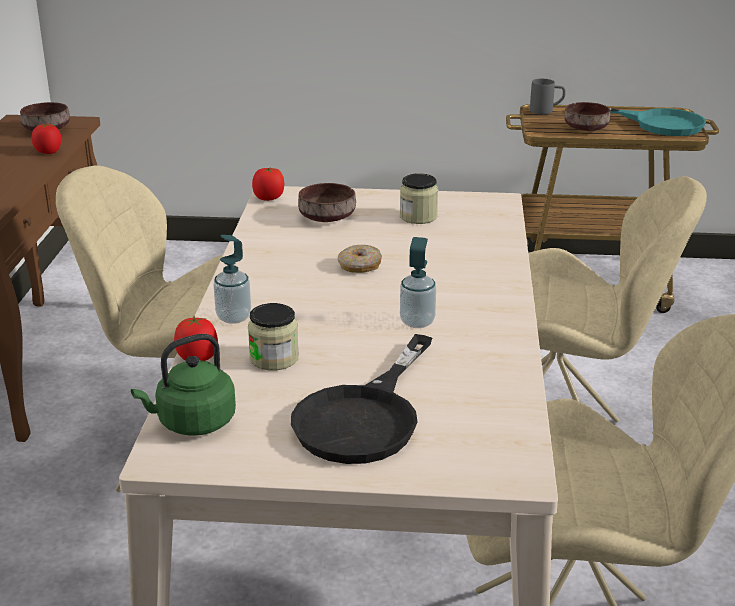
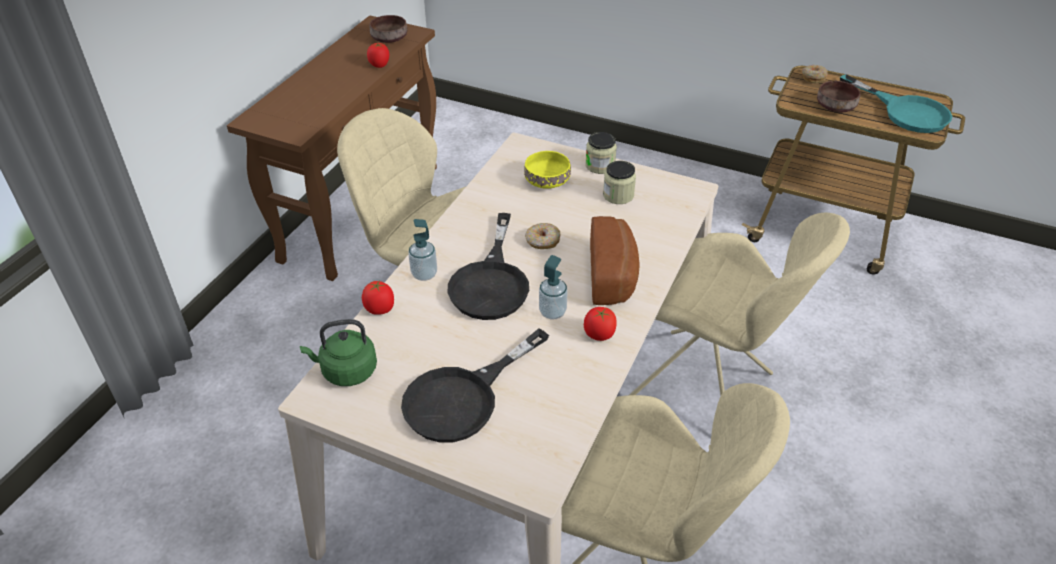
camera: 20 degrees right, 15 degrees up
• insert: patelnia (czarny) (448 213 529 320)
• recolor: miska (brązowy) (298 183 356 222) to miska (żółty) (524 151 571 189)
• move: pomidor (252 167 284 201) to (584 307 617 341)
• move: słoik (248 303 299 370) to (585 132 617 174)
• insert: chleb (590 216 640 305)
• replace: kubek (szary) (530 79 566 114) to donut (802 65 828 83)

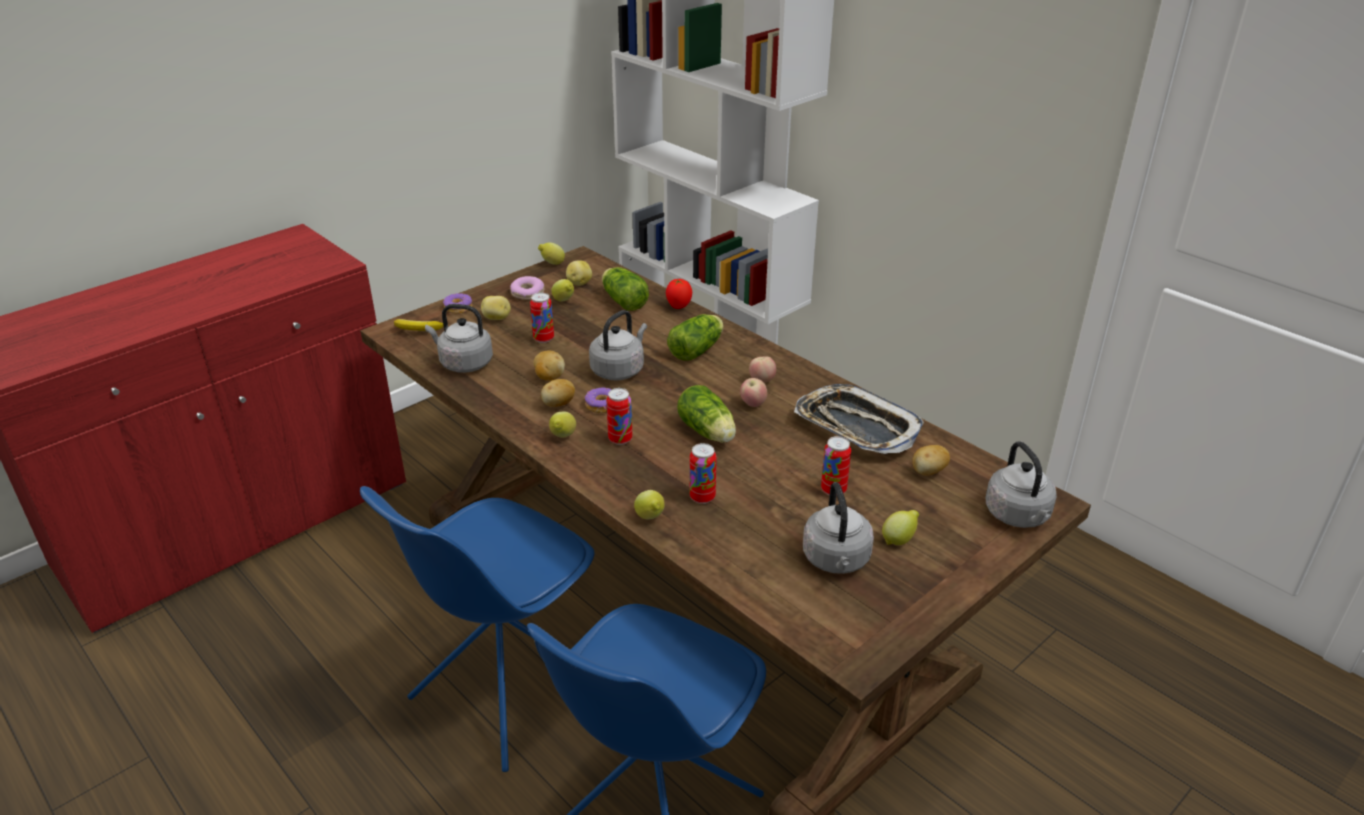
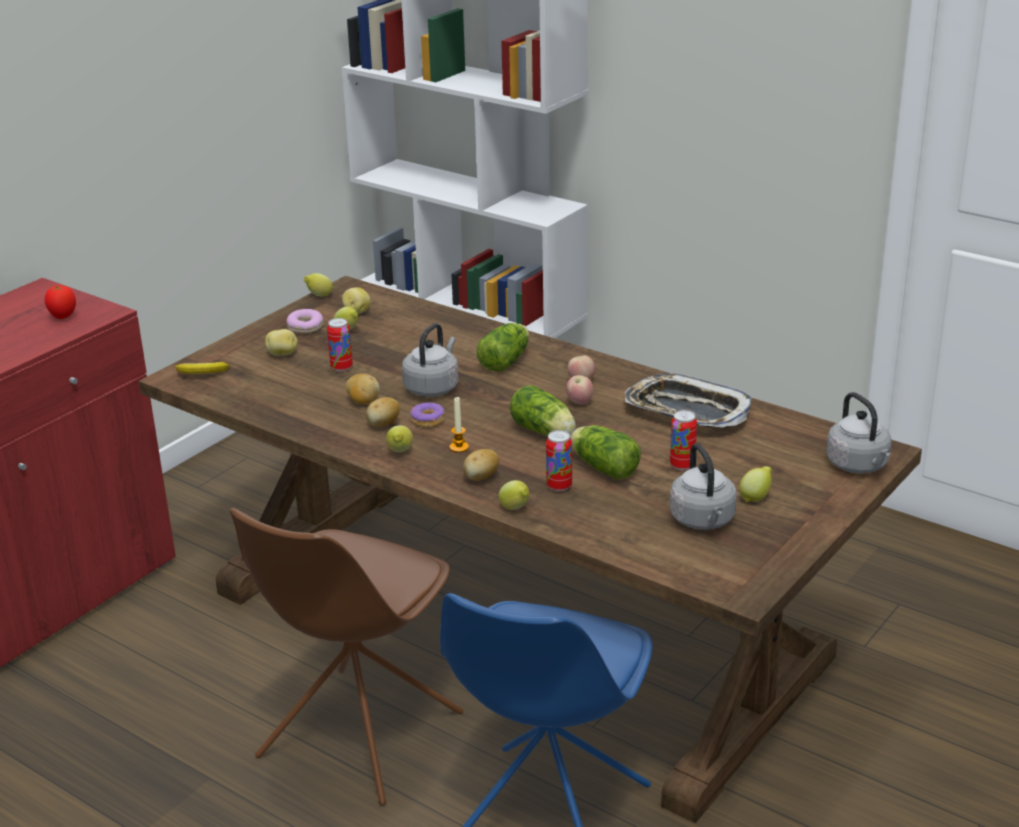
camera: 10 degrees left, 5 degrees down
• move: pomidor (666 279 692 309) to (45 285 76 319)
• recolor: krzesło (niebieski) (360 486 595 772) to krzesło (brązowy) (230 508 463 806)
• replace: puszka (606 388 632 445) to świeca (449 397 469 453)
• move: ziemniak (912 445 950 476) to (463 449 499 481)
• move: sałata (602 267 649 311) to (570 425 641 479)
• delete: czajnik (szary) (425 304 493 373)
• delete: donut (443 293 472 314)

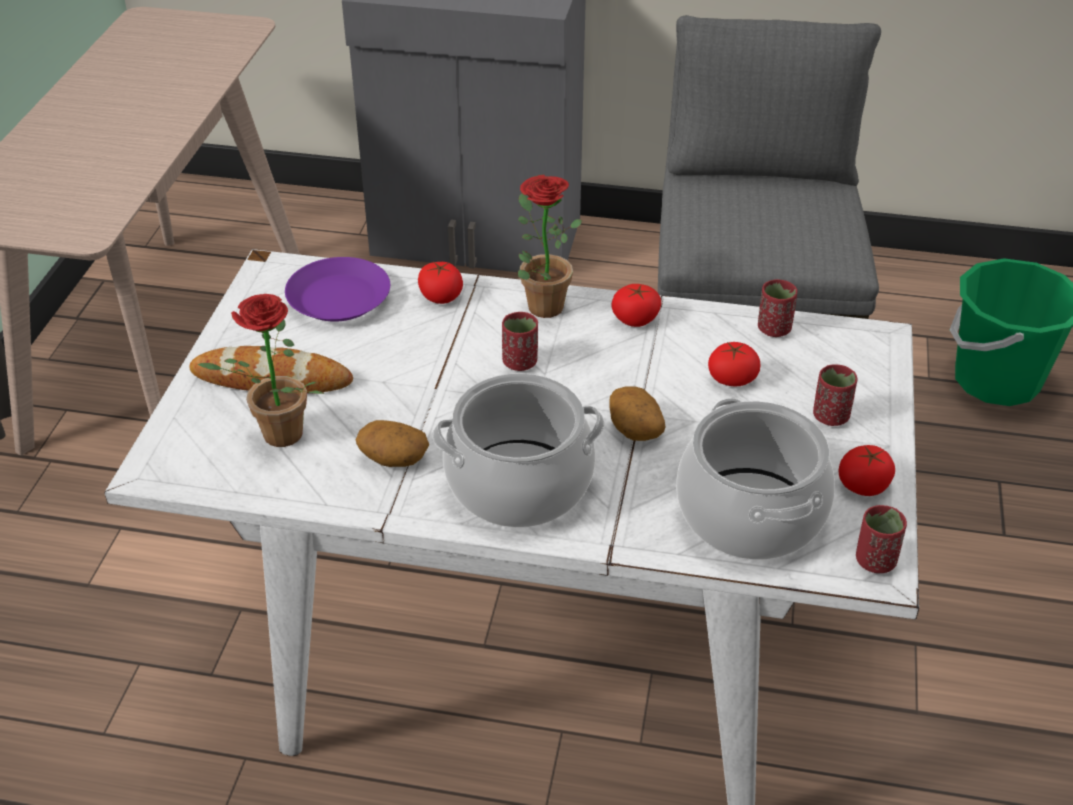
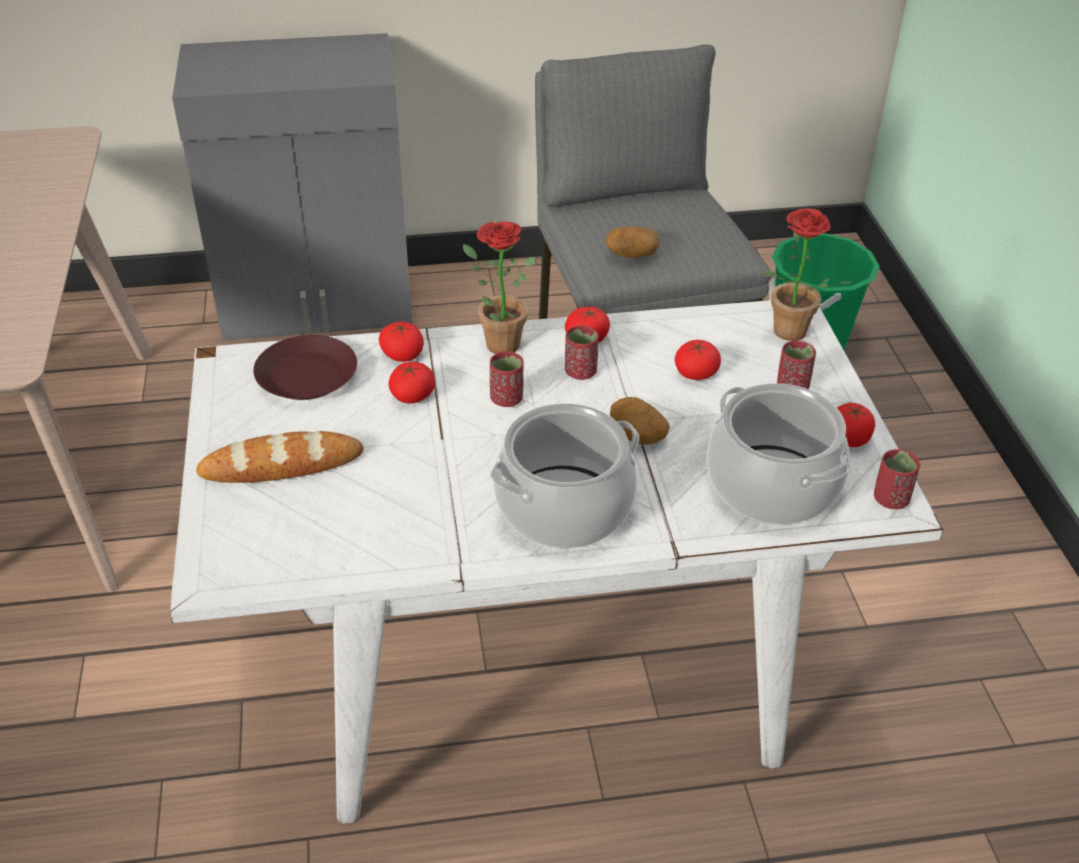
camera: 20 degrees left, 0 degrees up
• recolor: talerz (fioletowy) (285 257 390 322) to talerz (brązowy) (253 335 357 400)
• insert: pomidor (389 362 435 404)
• move: filiżanka (czerwony) (758 279 797 337) to (565 325 599 380)
• move: ziemniak (356 420 429 467) to (606 227 660 258)
• move: roślina doniczkowa (198 294 324 447) to (762 208 852 341)

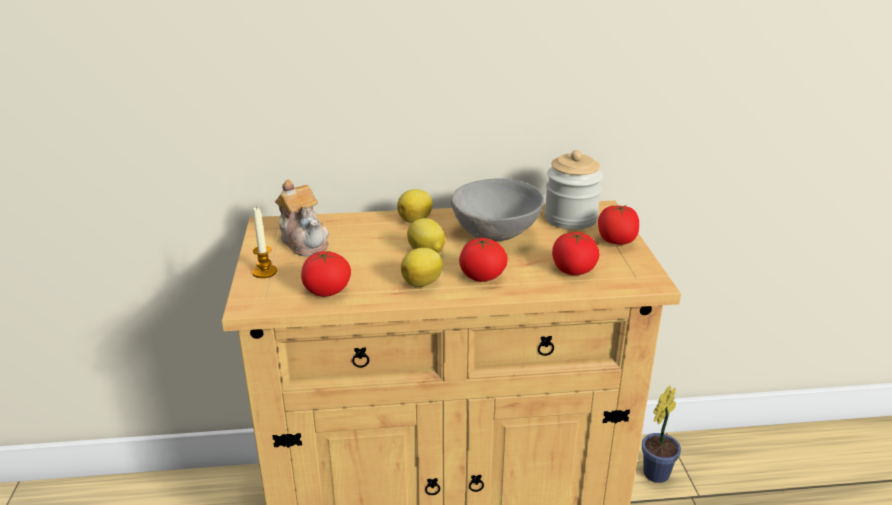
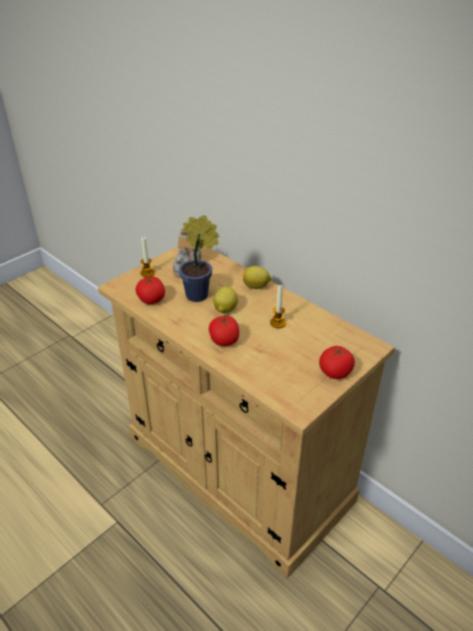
camera: 50 degrees right, 10 degrees up
• move: roślina doniczkowa (642 385 681 483) to (179 215 219 302)
• replace: miska (szary) (451 178 544 242) to świeca (270 284 286 328)
• delete: cytryna (401 248 443 287)
• delete: słoik (544 150 603 230)
• delete: pomidor (552 232 599 275)

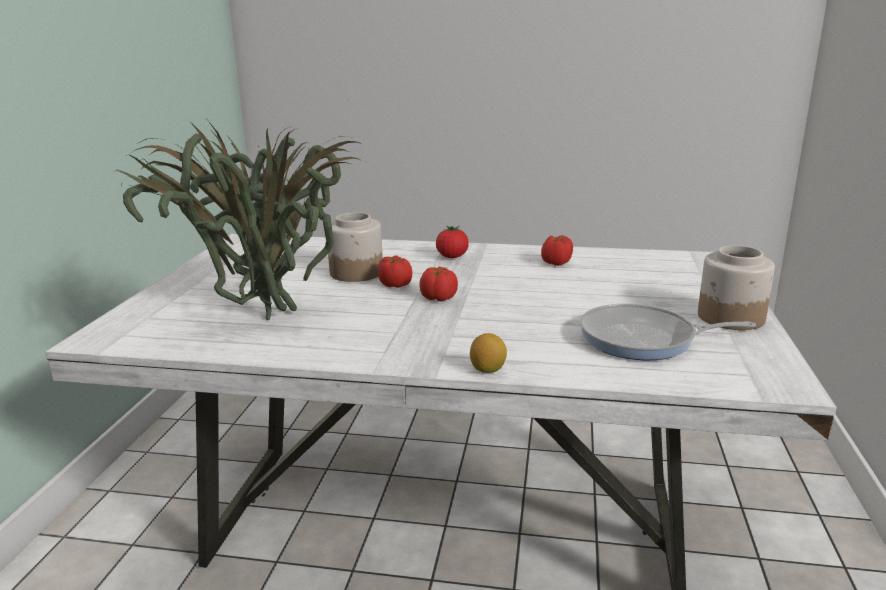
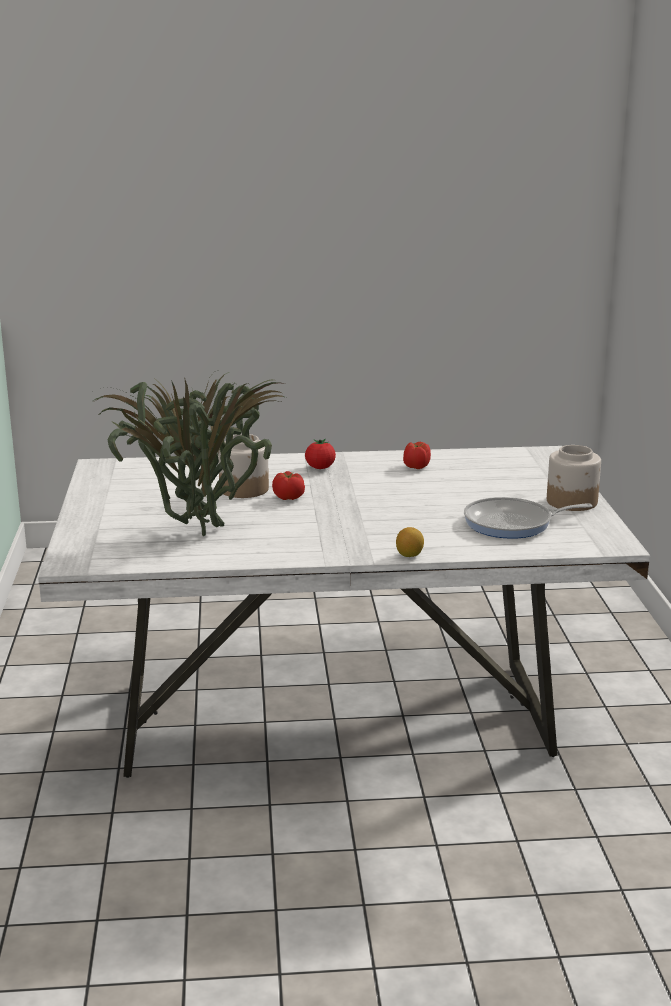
camera: 15 degrees left, 0 degrees up
• delete: pomidor (419 267 458 301)

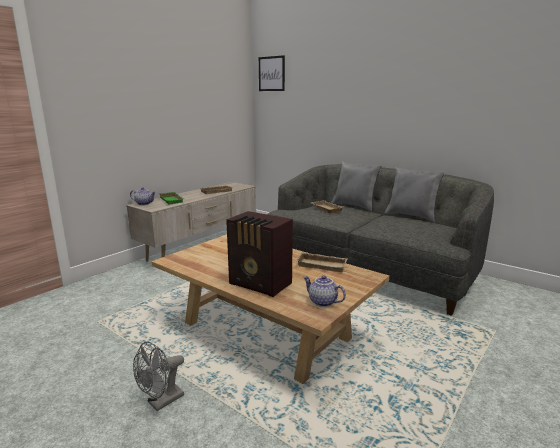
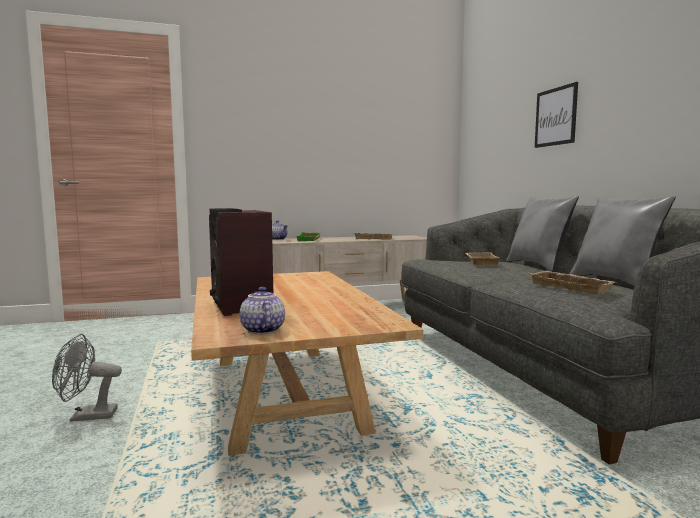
camera: 35 degrees right, 10 degrees down
• move: taca (beżowy) (296 252 347 272) to (531 271 617 294)
• move: obraz (259 55 285 91) to (535 82 578 148)

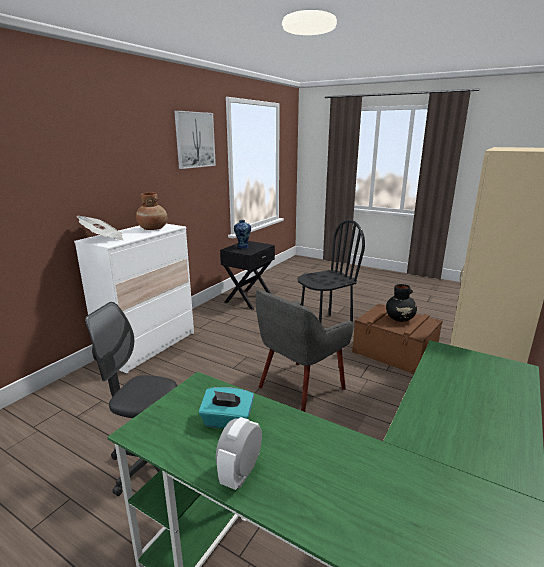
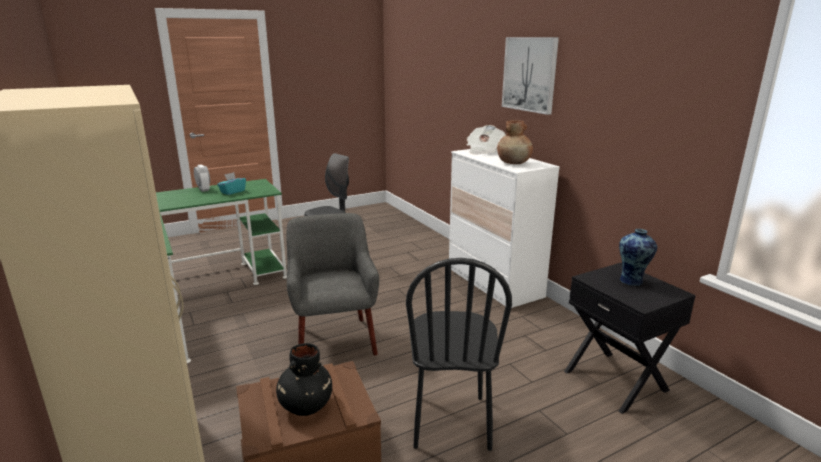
camera: 120 degrees right, 0 degrees up
• move: obraz (174 111 216 169) to (502 37 559 115)

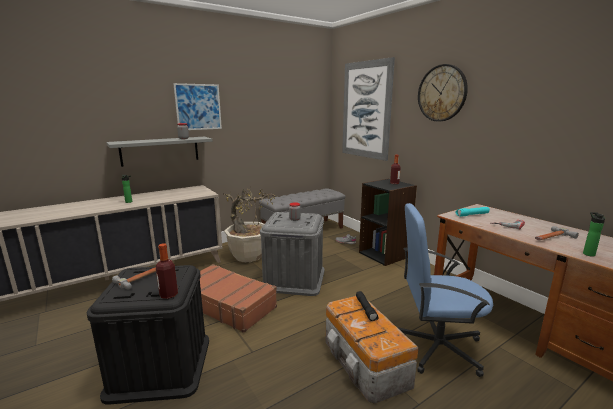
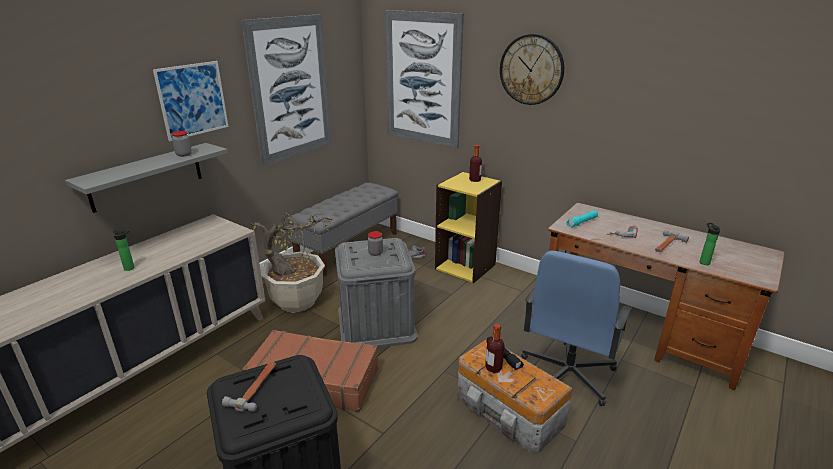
camera: 20 degrees left, 10 degrees up
• insert: obraz (241 14 332 166)
• recolor: regał (czarny) (359 179 417 266) to regał (żółty) (435 171 502 283)
• move: butelka (156 243 178 299) to (485 324 505 373)
• rotate: krzesło biurowe (niebieski) (397 203 493 377) = (521 251 632 406) 45 degrees counterclockwise

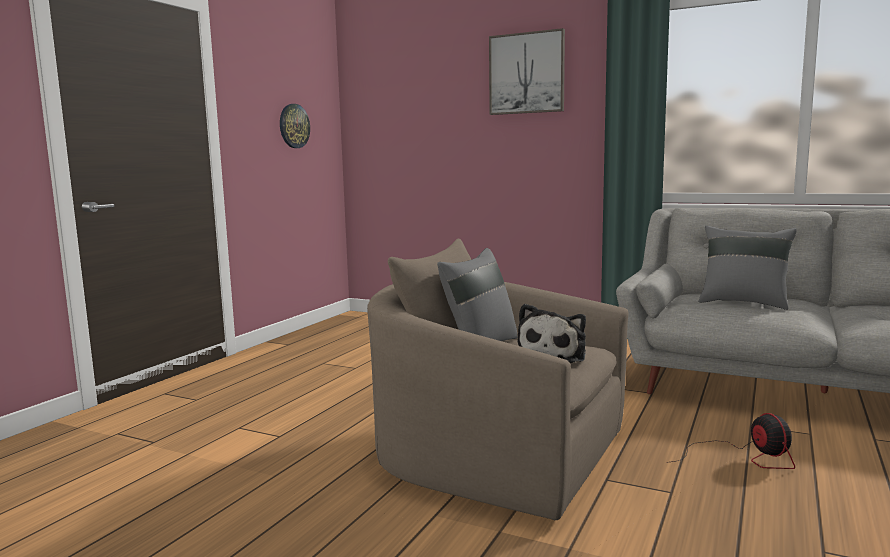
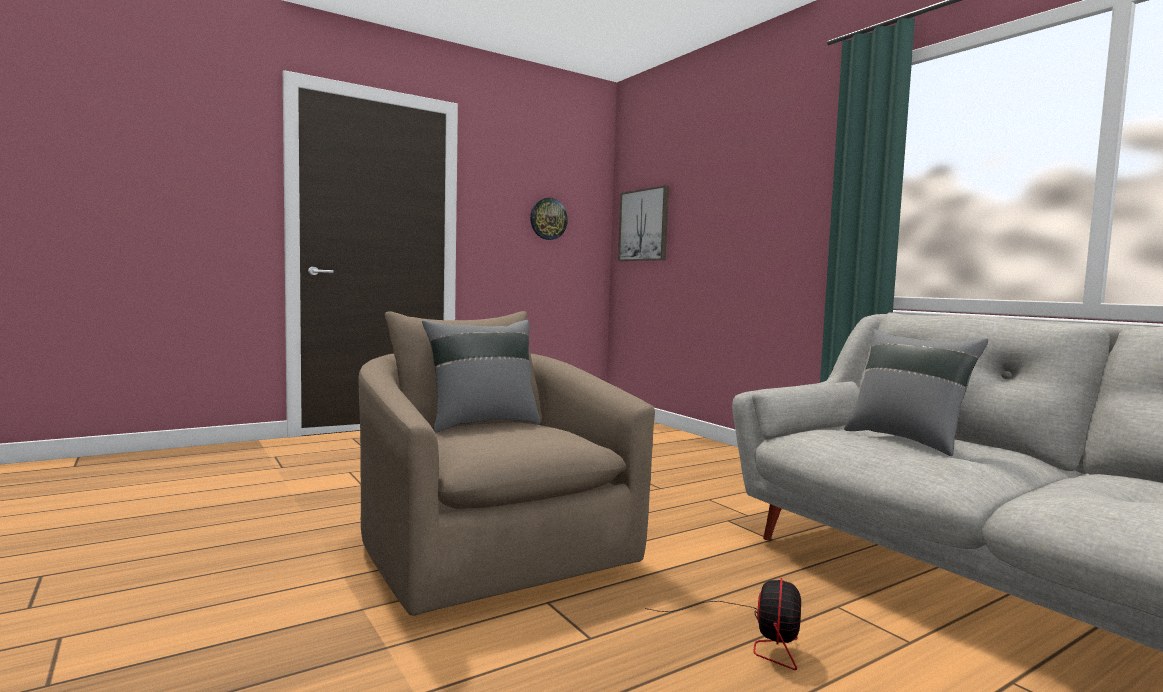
camera: 30 degrees right, 5 degrees down
• move: obraz (489 28 565 115) to (618 185 669 261)
• delete: pluszak (518 304 586 363)

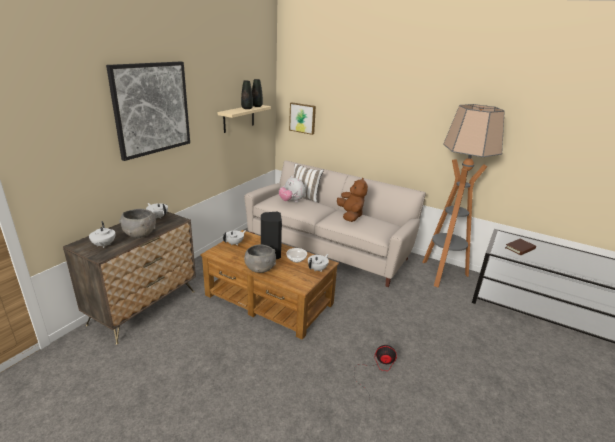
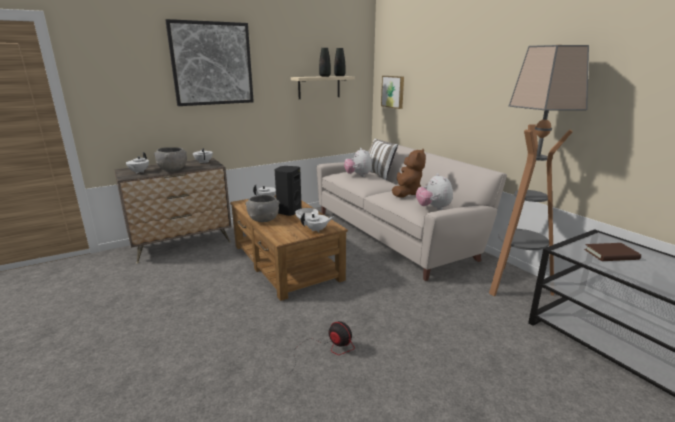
camera: 30 degrees right, 5 degrees down
• insert: pluszak (416 173 453 210)

